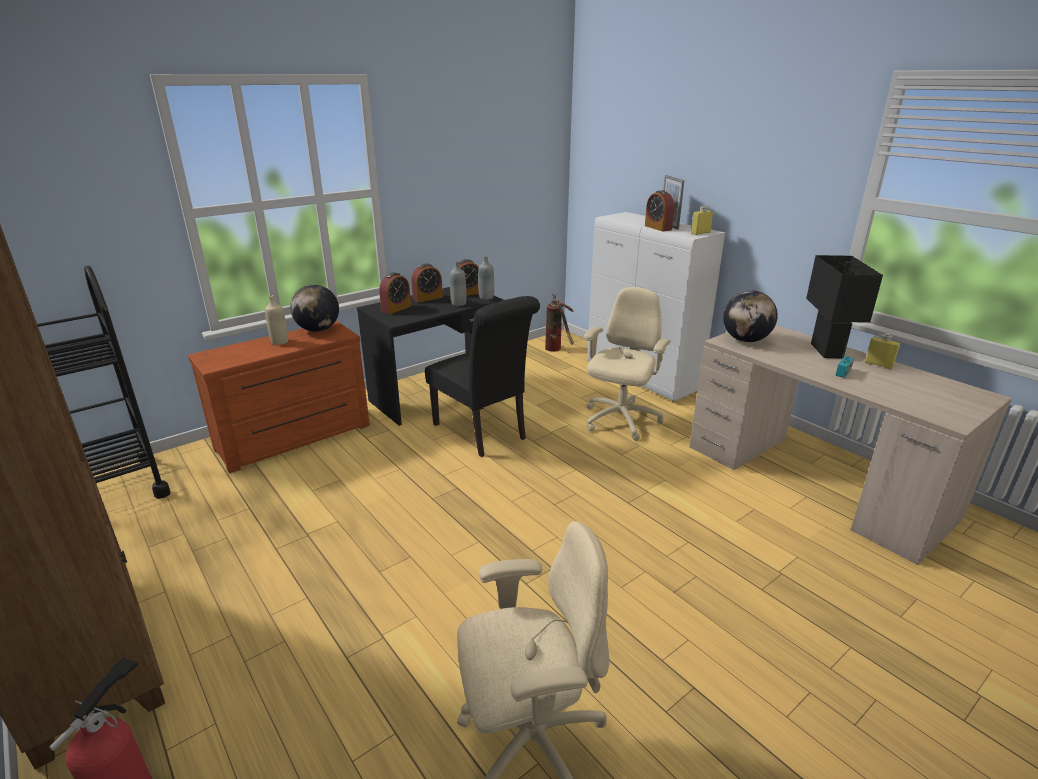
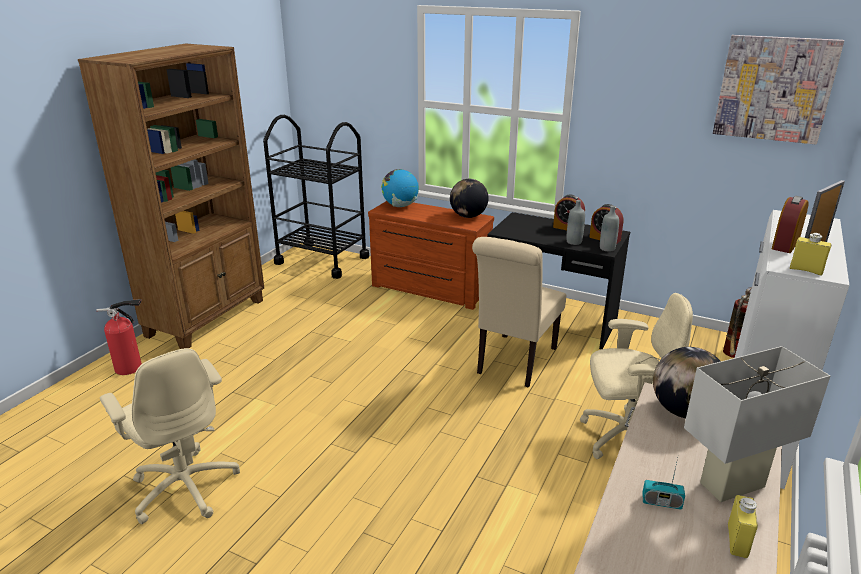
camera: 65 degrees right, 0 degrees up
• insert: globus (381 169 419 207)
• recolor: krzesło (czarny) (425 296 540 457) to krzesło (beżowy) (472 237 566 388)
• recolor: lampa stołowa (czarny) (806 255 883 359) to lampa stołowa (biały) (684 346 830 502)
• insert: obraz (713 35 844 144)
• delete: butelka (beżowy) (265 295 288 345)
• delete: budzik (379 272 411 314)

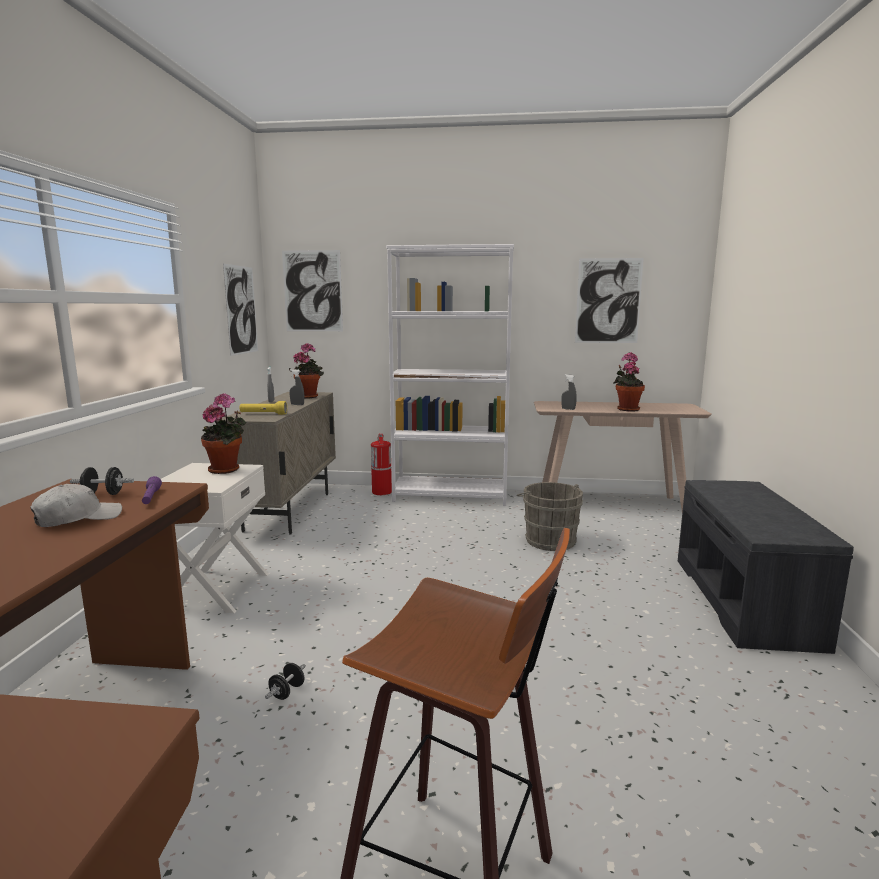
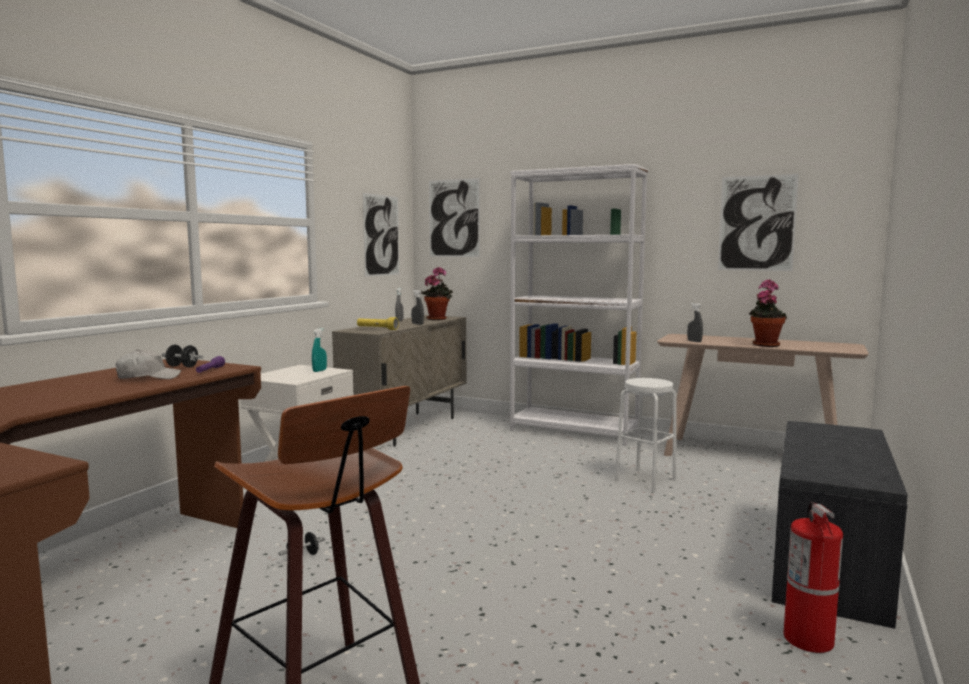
camera: 20 degrees right, 5 degrees down
• replace: roślina doniczkowa (201 393 247 474) to spryskiwacz (turkusowy) (312 328 327 372)
• replace: wiadro (szary) (516 482 583 551) to stołek (biały) (615 378 677 492)
• move: gaśnica (371 433 392 495) to (784 502 843 653)

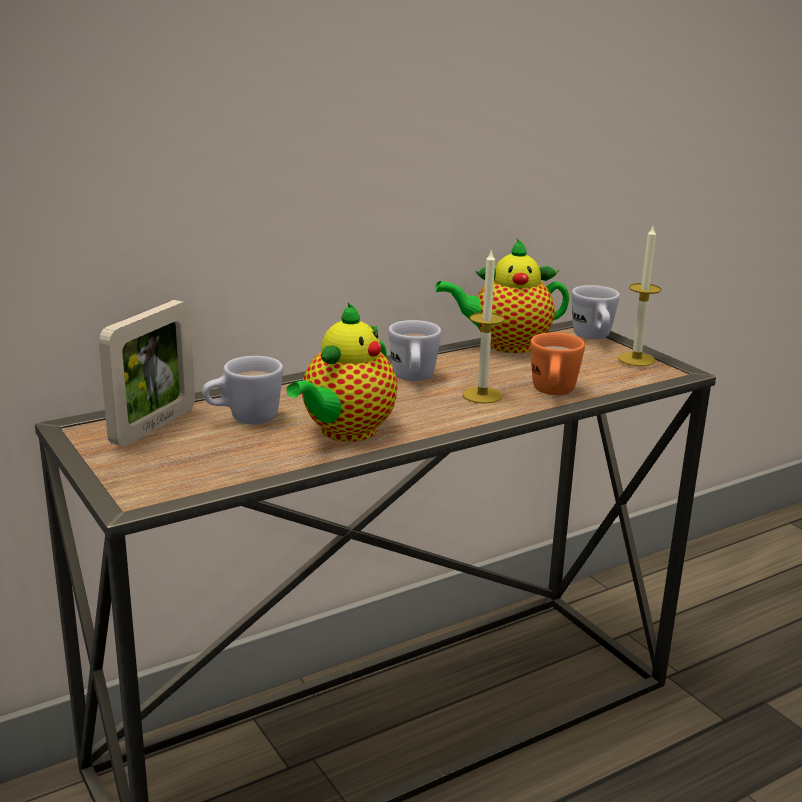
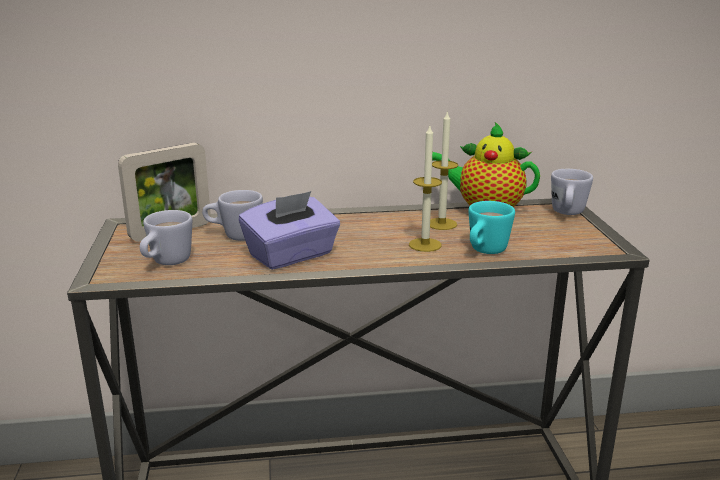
camera: 25 degrees right, 0 degrees up
• move: kubek (biały) (388 320 441 381) to (140 210 192 265)
• replace: imbryk (287 303 397 442) to pudełko chusteczek (fioletowy) (239 191 340 270)
• move: świeca (618 226 662 366) to (430 111 458 230)
• recolor: kubek (pomarańczowy) (530 332 585 395) to kubek (turkusowy) (469 201 515 254)

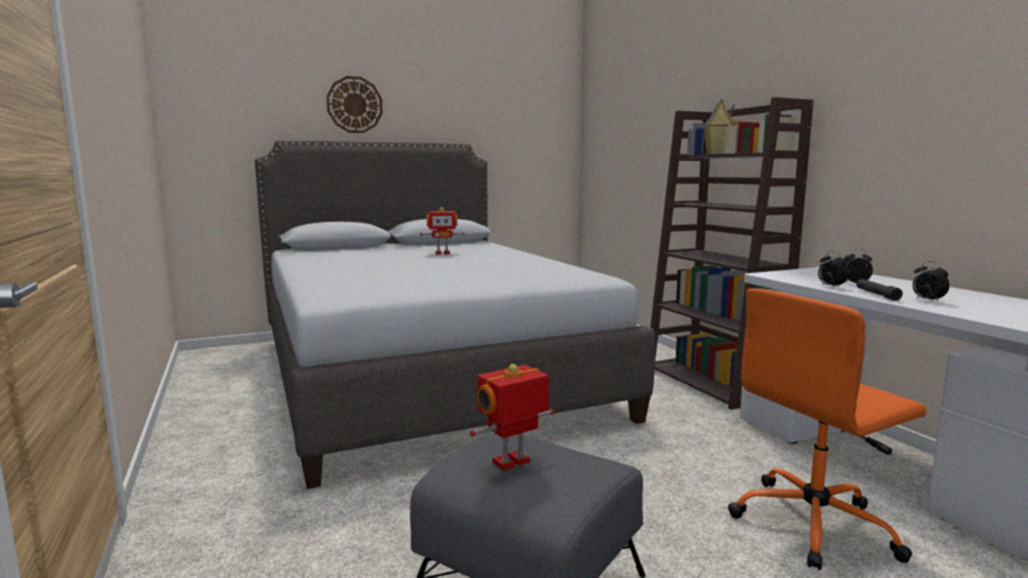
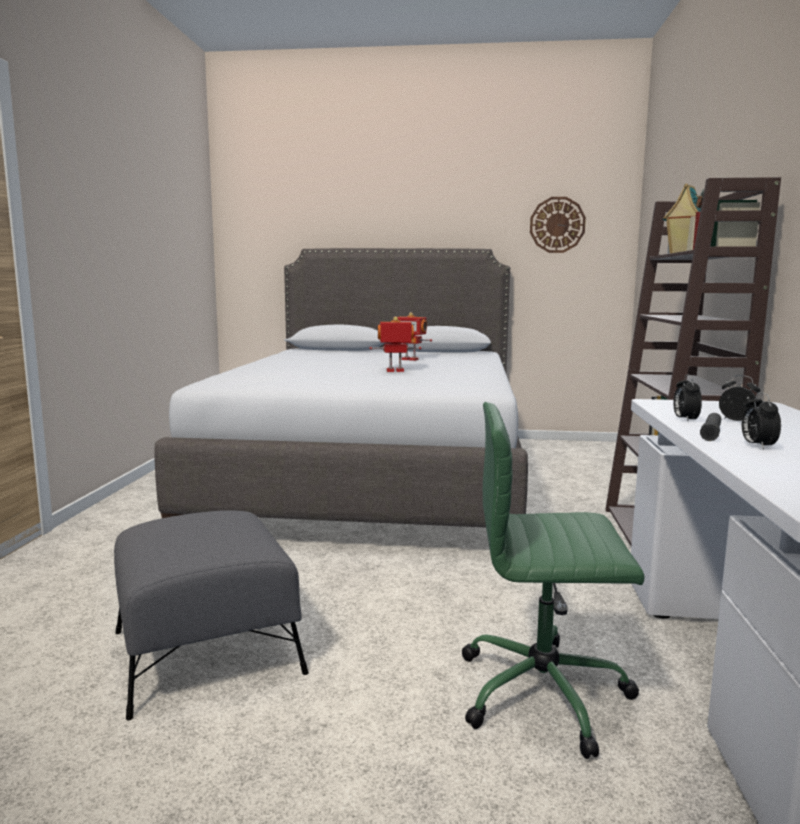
camera: 30 degrees right, 0 degrees up
• move: robot zabawkowy (469 364 554 471) to (369 317 422 372)
• recolor: krzesło biurowe (pomarańczowy) (728 288 926 570) to krzesło biurowe (zielony) (462 402 644 759)
• move: zegar ścienny (326 76 383 133) to (530 197 586 253)

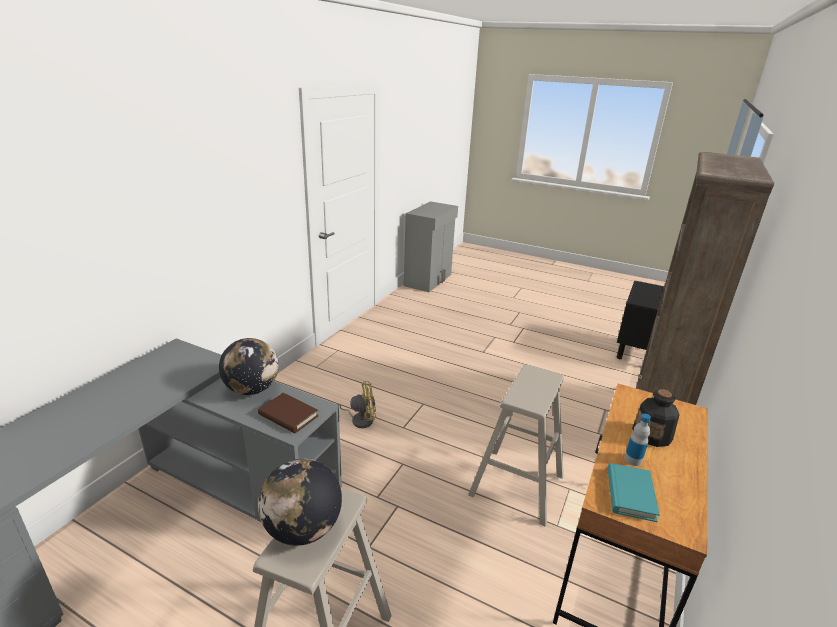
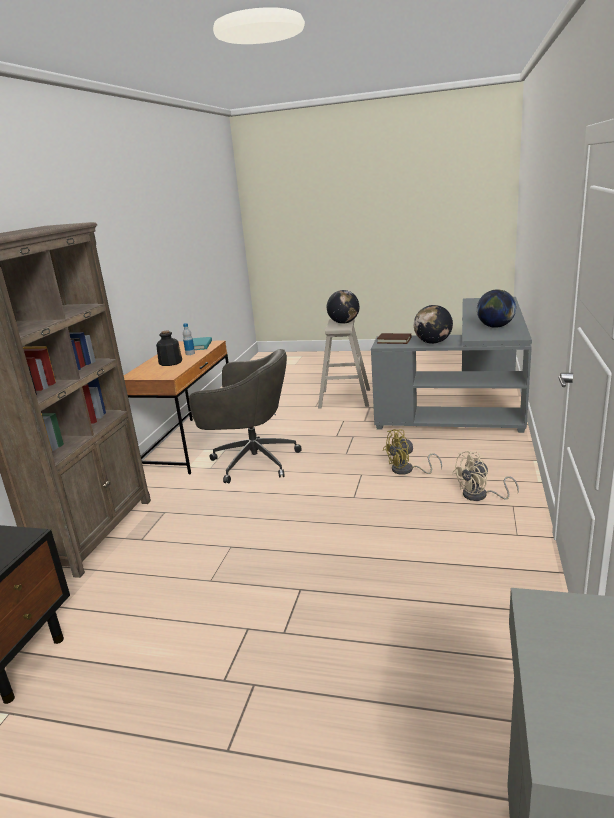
camera: 170 degrees right, 5 degrees down
• replace: stołek (beżowy) (468 365 564 526) to krzesło biurowe (szary) (189 349 302 483)
• insert: wentylator (beżowy) (452 451 519 501)
• insert: globus (477 289 516 328)

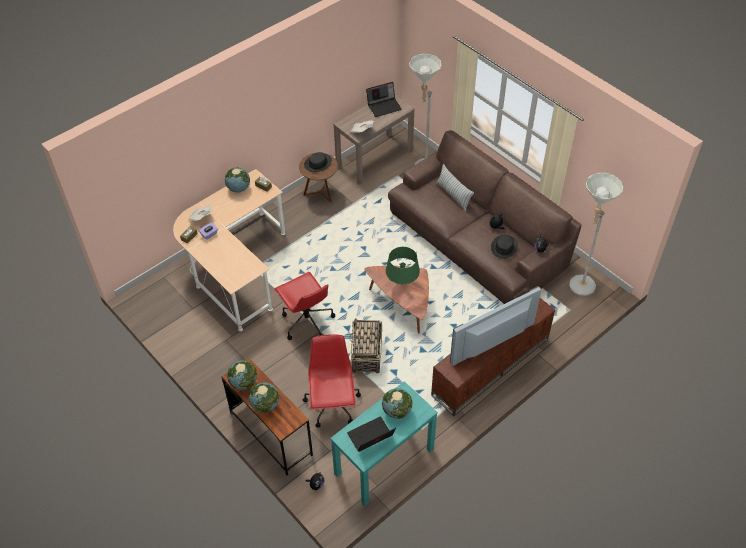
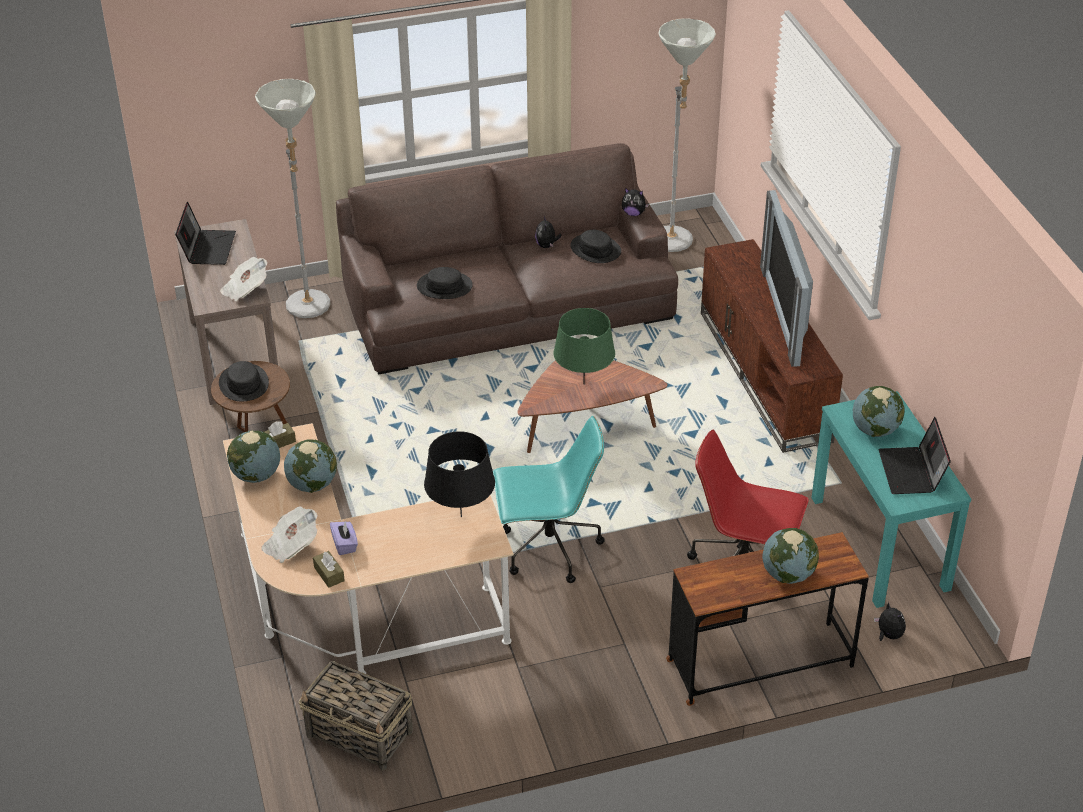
camera: 65 degrees left, 10 degrees down
• move: globus (227 361 257 390) to (284 439 337 493)
• move: koszyk (349 318 382 374) to (299 661 413 771)
• insert: kapelusz (czarny) (417 267 473 299)
• insert: lampa stołowa (czarny) (424 431 495 517)
• recolor: krzesło biurowe (czerwony) (274 272 335 340) to krzesło biurowe (turkusowy) (493 416 605 583)
• delete: poduszka (436 164 474 211)

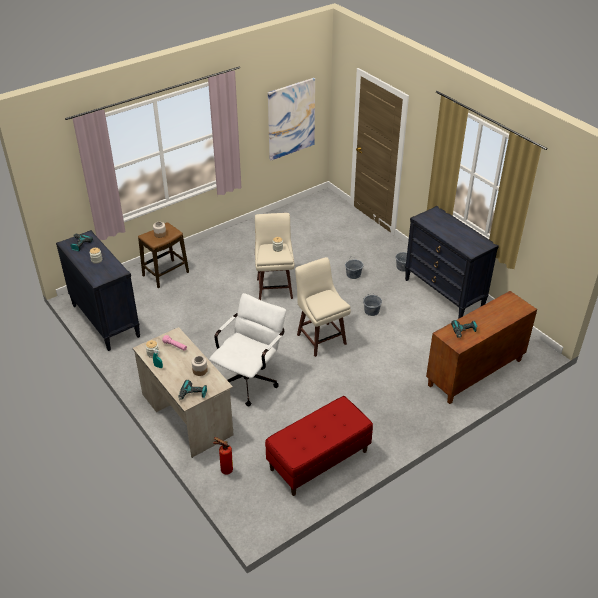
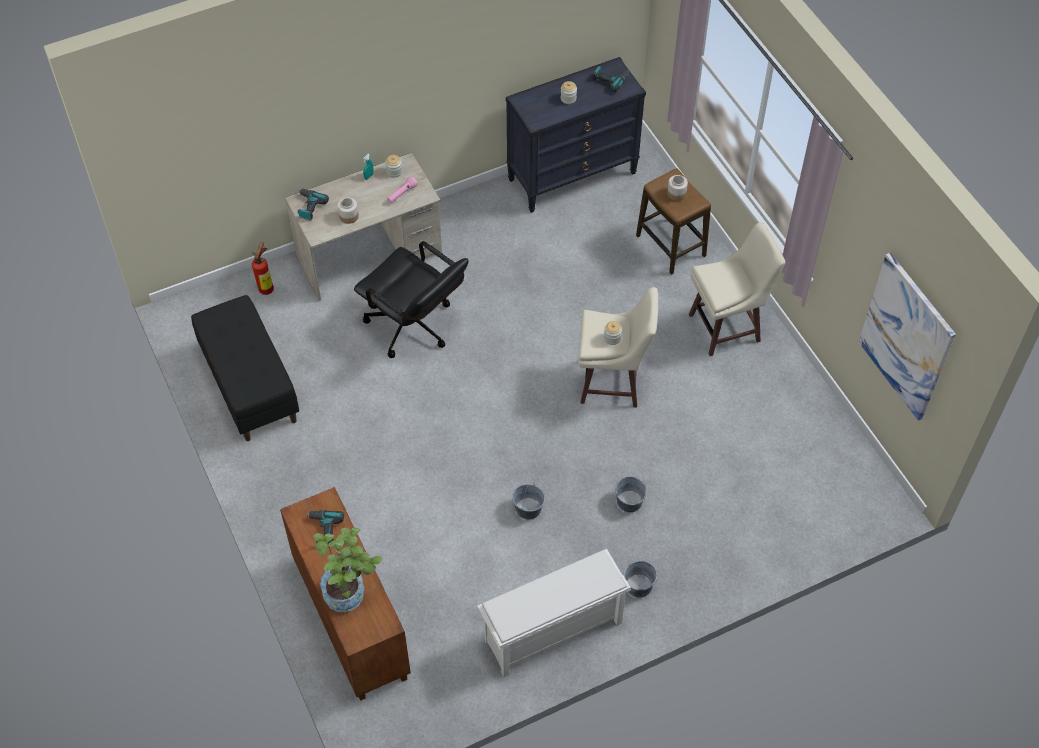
camera: 100 degrees right, 15 degrees up
• recolor: ławka (czerwony) (265 396 373 496) to ławka (czarny) (191 295 299 441)
• insert: roślina doniczkowa (314 528 382 612)
• recolor: krzesło biurowe (biały) (209 293 286 406) to krzesło biurowe (czarny) (354 241 469 358)
• replace: komoda (czarny) (405 206 499 319) to regał na buty (biały) (477 549 631 677)
• move: stołek (beżowy) (295 257 351 357) to (689 222 785 356)

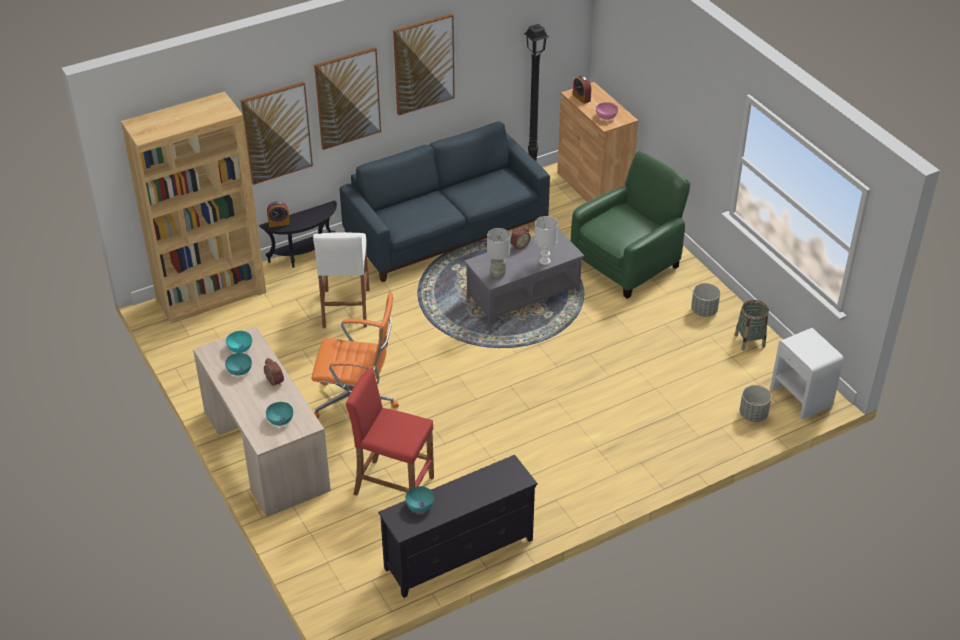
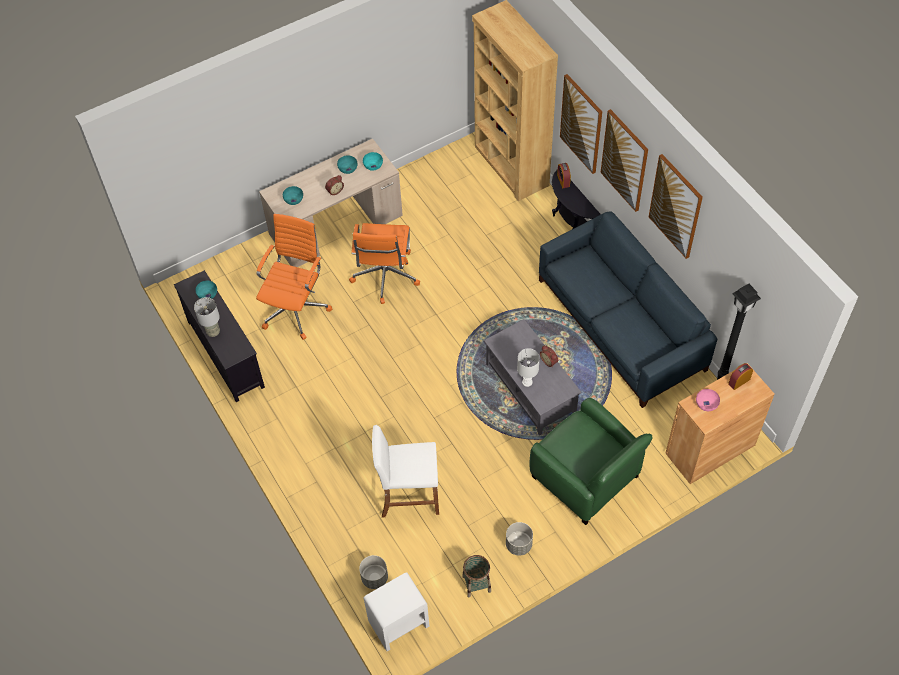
camera: 90 degrees right, 15 degrees up
• move: lampa stołowa (szary) (487 228 510 278) to (194 297 220 337)
• replace: stołek (czerwony) (346 369 434 496) to krzesło biurowe (pomarańczowy) (256 214 332 340)
• move: stołek (biały) (313 232 370 328) to (372 425 439 517)

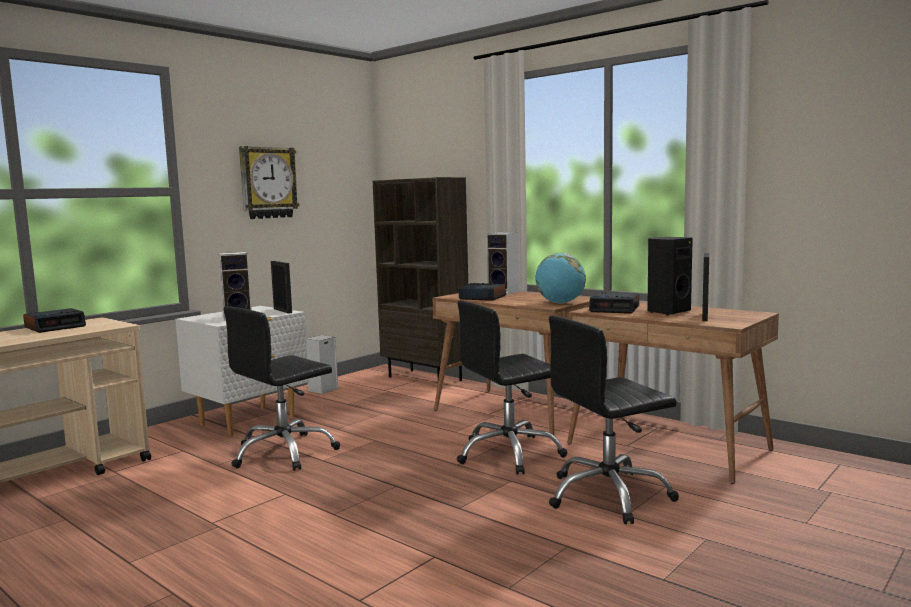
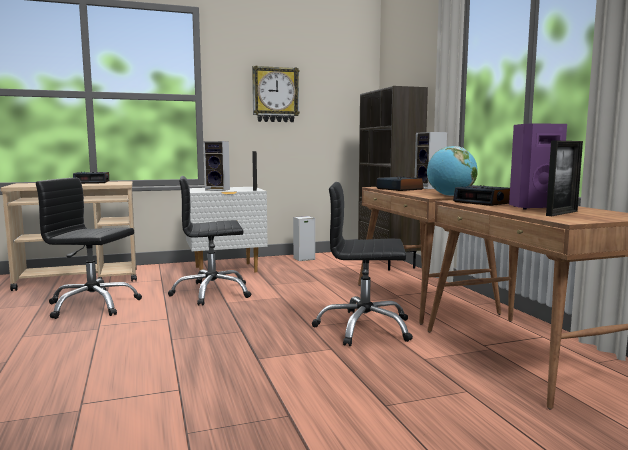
camera: 30 degrees right, 0 degrees up
• move: krzesło biurowe (czarny) (549 316 679 524) to (36 178 142 319)
• recolor: głośnik (czarny) (647 237 693 315) to głośnik (fioletowy) (509 123 567 210)

